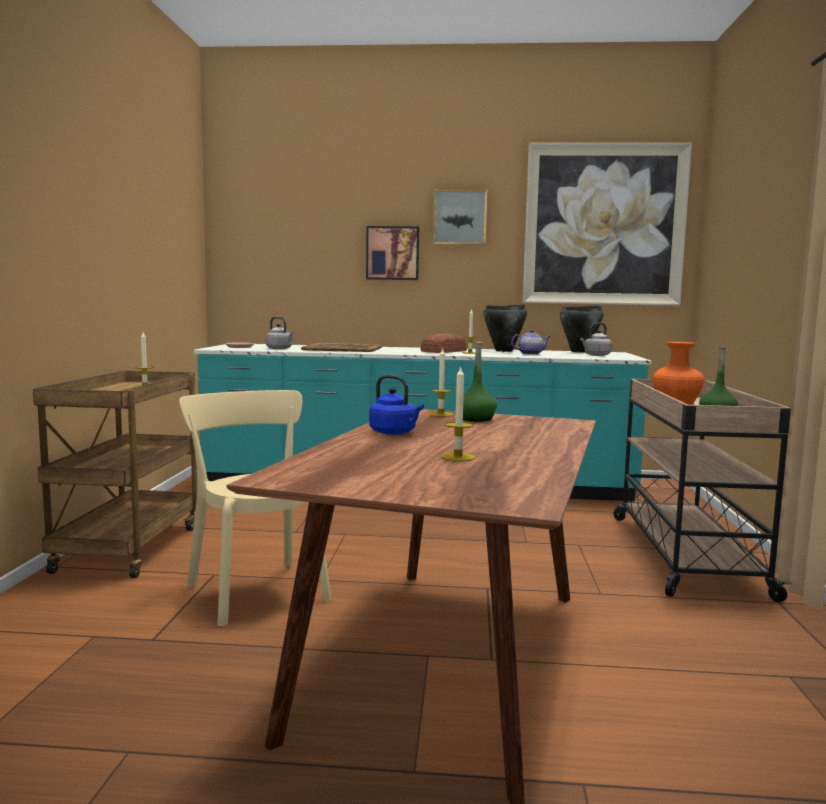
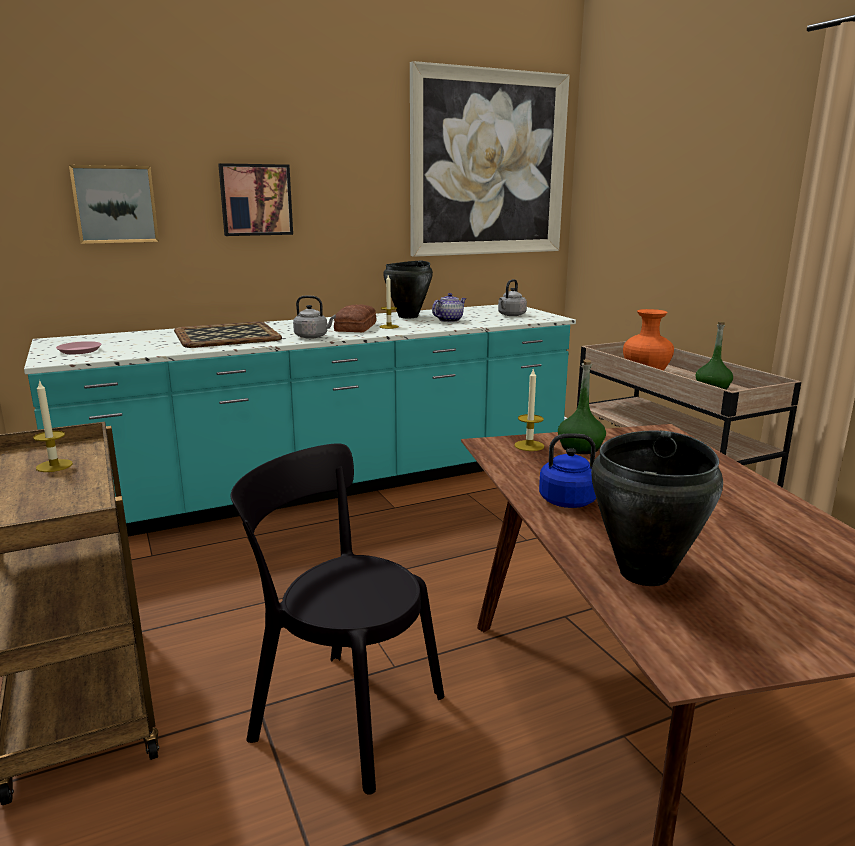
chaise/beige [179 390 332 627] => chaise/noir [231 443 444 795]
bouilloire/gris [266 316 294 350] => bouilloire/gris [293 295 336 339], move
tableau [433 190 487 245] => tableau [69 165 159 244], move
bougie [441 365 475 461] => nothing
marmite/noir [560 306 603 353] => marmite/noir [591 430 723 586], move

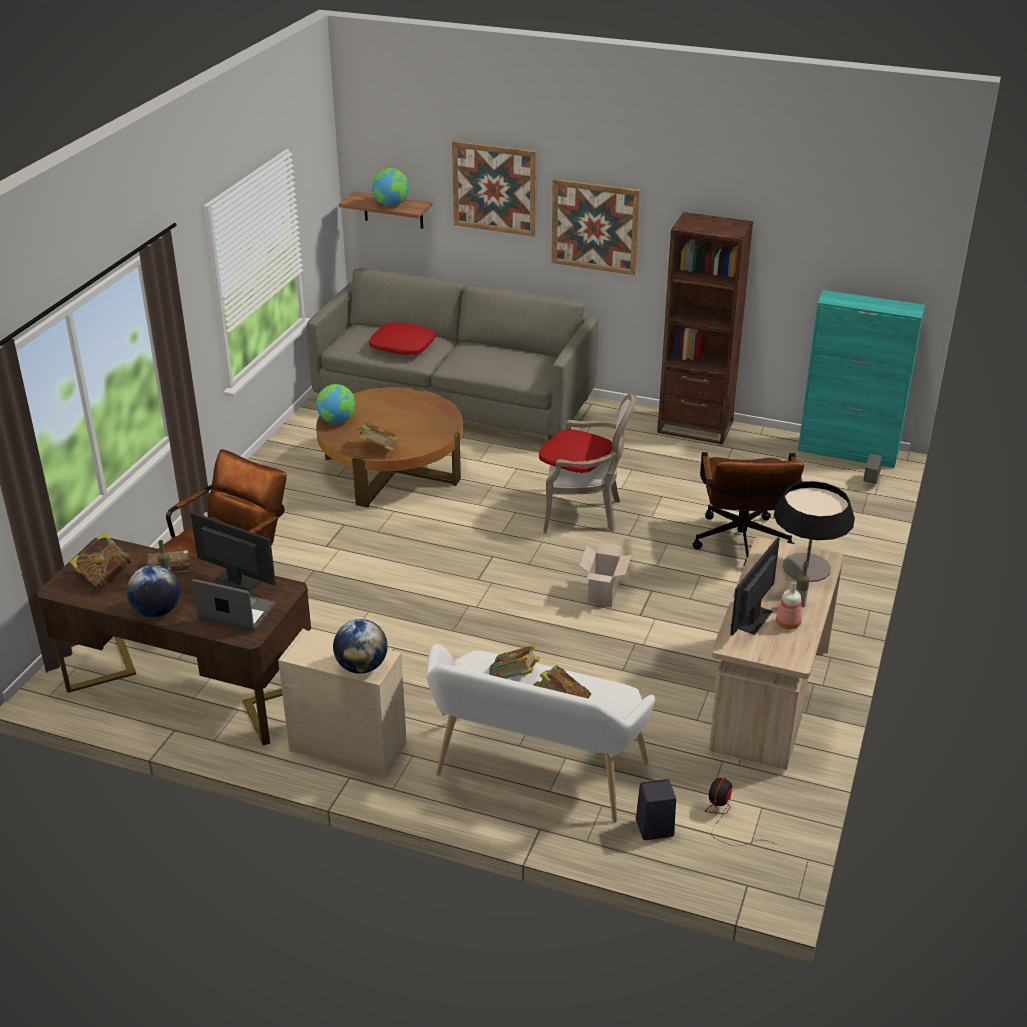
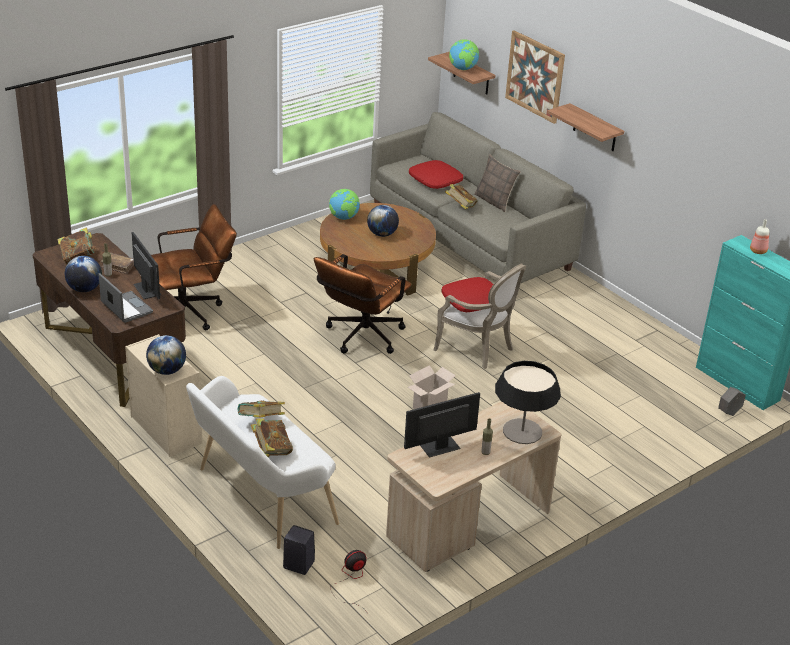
livre [357 422 397 451] => livre [445 184 478 209], move
tableau [551 179 640 275] => étagère [547 103 624 151]
bibliothèque/marron [657 212 753 445] => nothing
chaise de bureau/marron [692 452 804 566] => chaise de bureau/marron [314 254 411 354], move
bouteille [776 581 802 629] => bouteille [750 219 769 254], move
nothing => globe [367 205 399 237]
nothing => coussin [474 154 521 212]

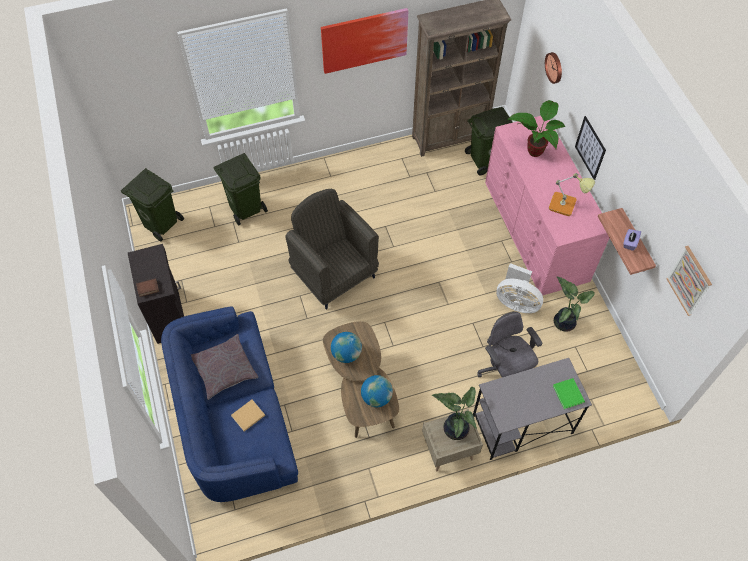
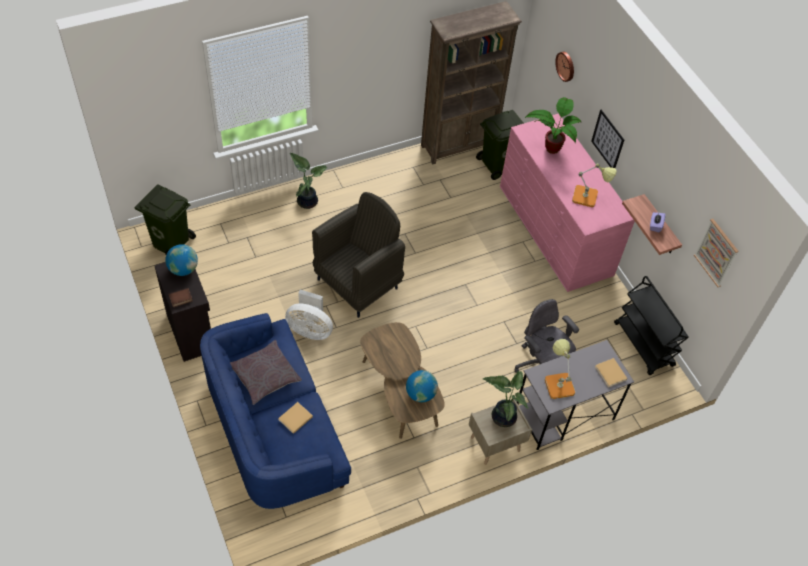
poubelle/vert [214 153 268 225] => nothing
fauteuil/gris [285 189 379 309] => fauteuil/gris [312 192 405 318], 90 degrees clockwise
tableau [321 8 408 74] => nothing
globe [331 332 362 363] => globe [166 244 198 276], move
ventilateur/blanc [496 263 543 313] => ventilateur/blanc [285 289 333 340], move
livre/vert [553 378 585 409] => livre/beige [595 358 627 387]
plante en pot [554 277 595 332] => plante en pot [289 153 327 209], move
nothing => lampe de table [545 339 575 399]
nothing => chariot/noir [614 276 689 375]

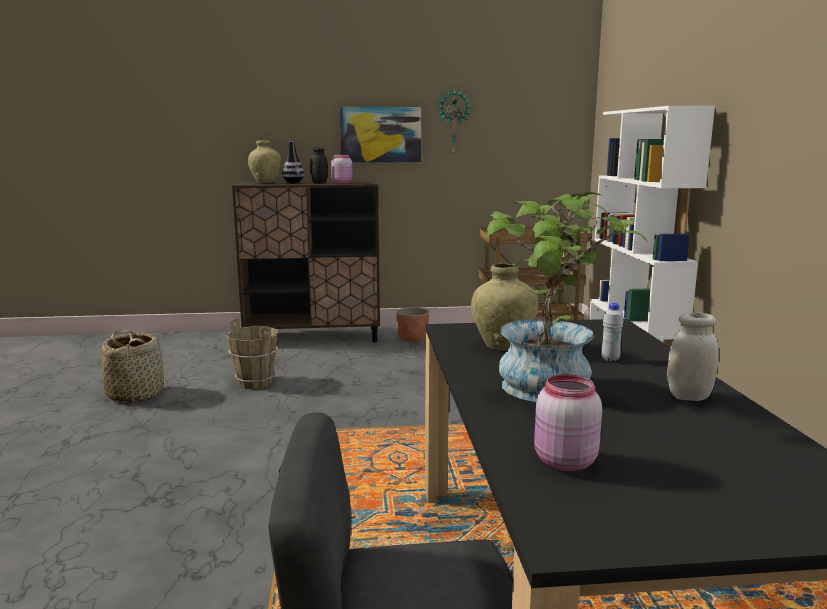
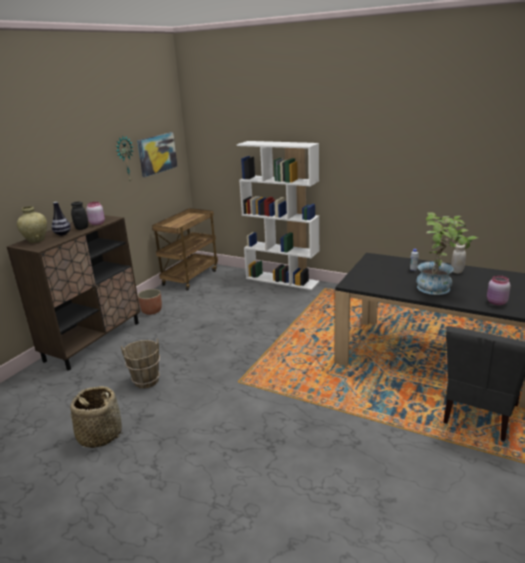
tableau [340 107 421 163] => tableau [137 132 177 177], move
vase/beige [471 263 538 351] => nothing

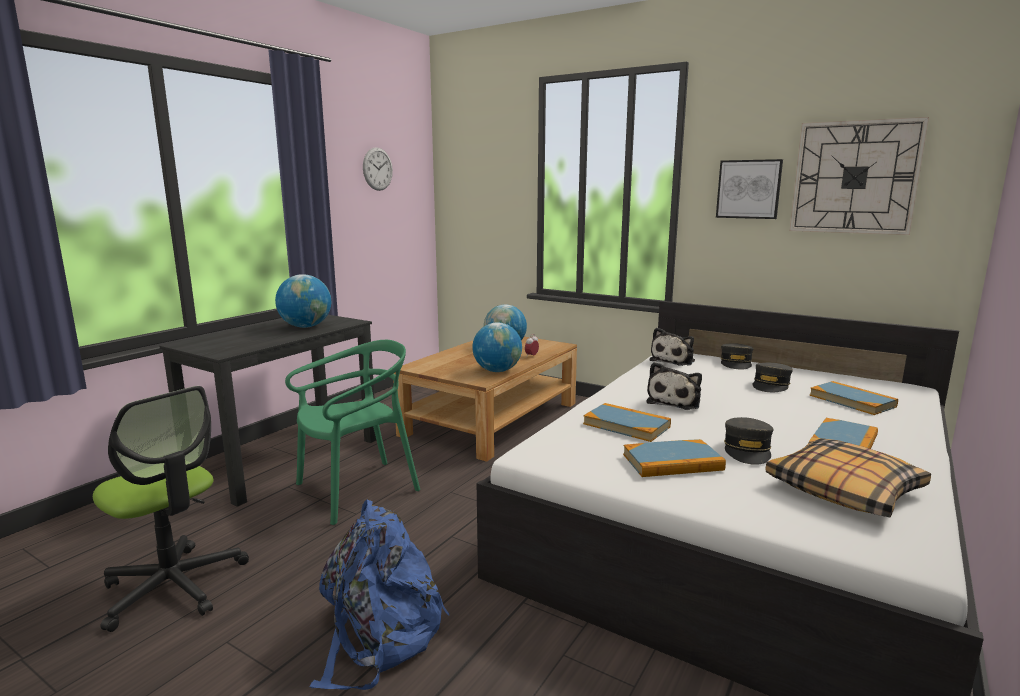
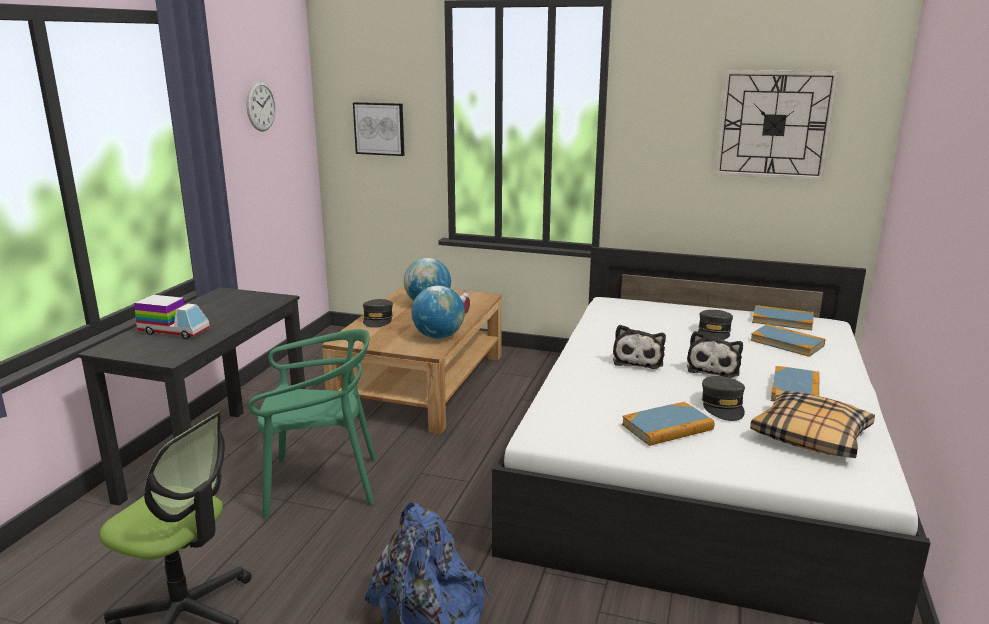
globe [275 274 331 328] => nothing
chaise/vert [285 340 420 525] => chaise/vert [248 329 377 518], 45 degrees clockwise
livre [583 403 671 442] => livre [752 305 814 330], move
peluche [649 328 695 366] => peluche [687 331 743 378], move
tableau [716 159 783 219] => tableau [353 102 405 156], move
casquette/gris [721 343 753 369] => casquette/gris [363 299 393 328], move
nothing => camion jouet [134 295 210 339]

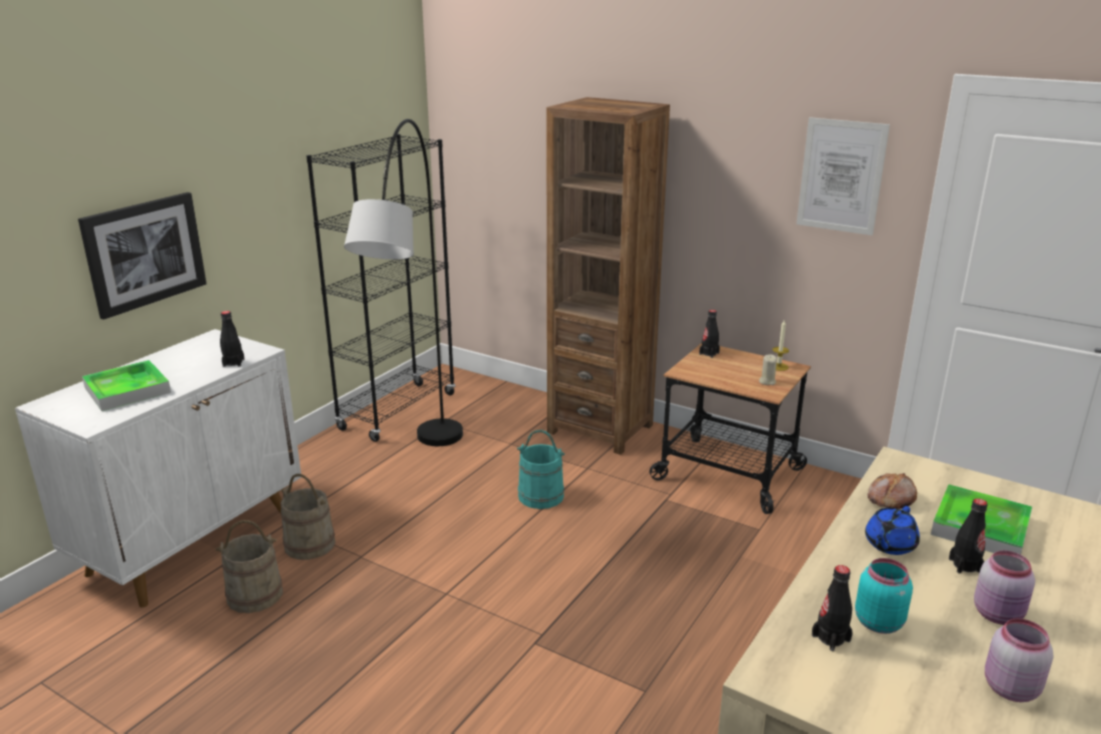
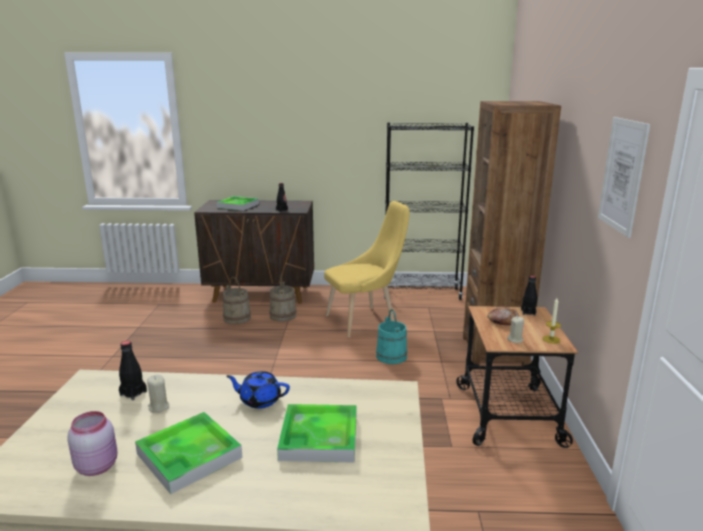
meuble de rangement/blanc [15 329 301 607] => meuble de rangement/marron [194 200 314 304]
tableau [78 192 206 320] => nothing
lampadaire/gris [344 119 463 446] => chaise/jaune [324 201 410 338]
bocal/turquoise [855 558 913 634] => bougie/beige [147 374 169 413]
pain [867 473 917 509] => pain [487 306 519 325], move
bouteille/noir [949 498 988 574] => nothing
bocal/rose [974 550 1035 625] => plateau [135 412 243 494]

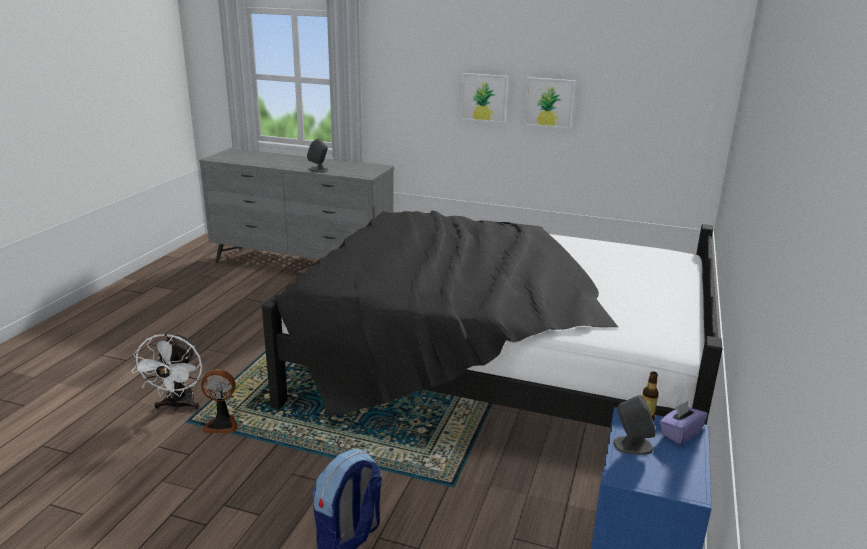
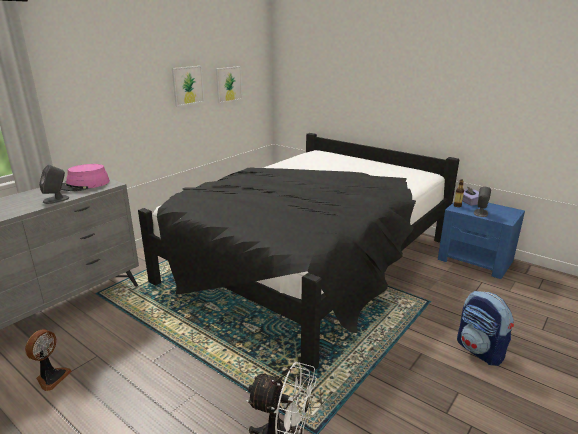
ventilateur [201 369 237 433] => ventilateur [25 329 72 391], move
tableau [461 73 508 123] => tableau [216 66 242 103], move
nothing => chapeau/rose [61 164 110 191]

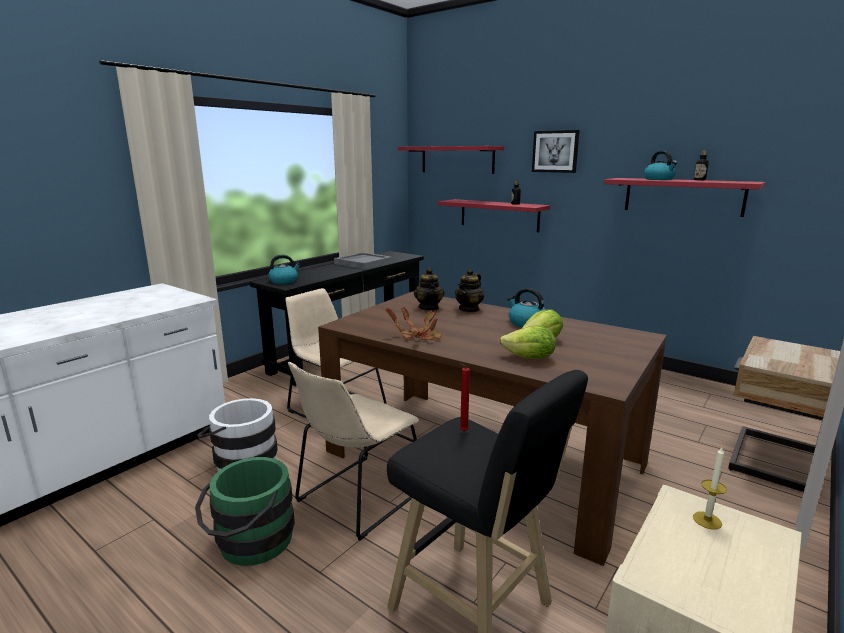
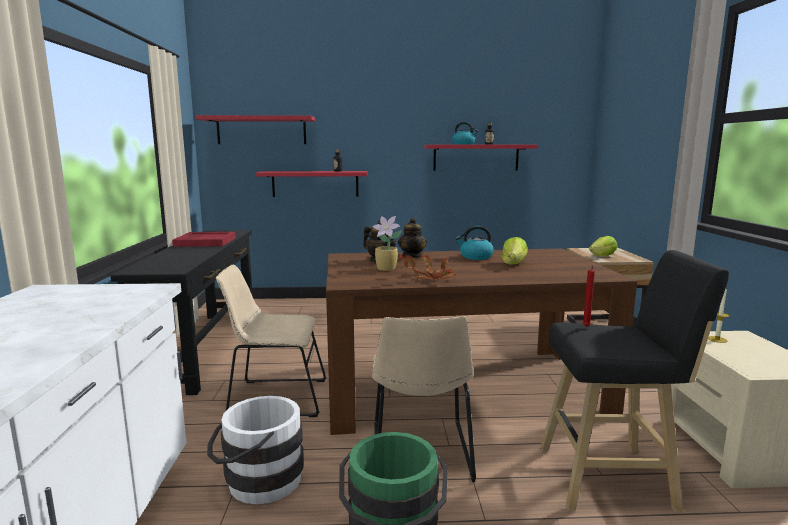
bouilloire [268 255 301 284] => nothing
plateau/gris [334 252 392 269] => plateau/rouge [172 232 236 247]
laitue [500 326 556 359] => laitue [589 236 617 256], move
tableau [532 130 580 173] => nothing
nothing => plante en pot [372 216 402 271]

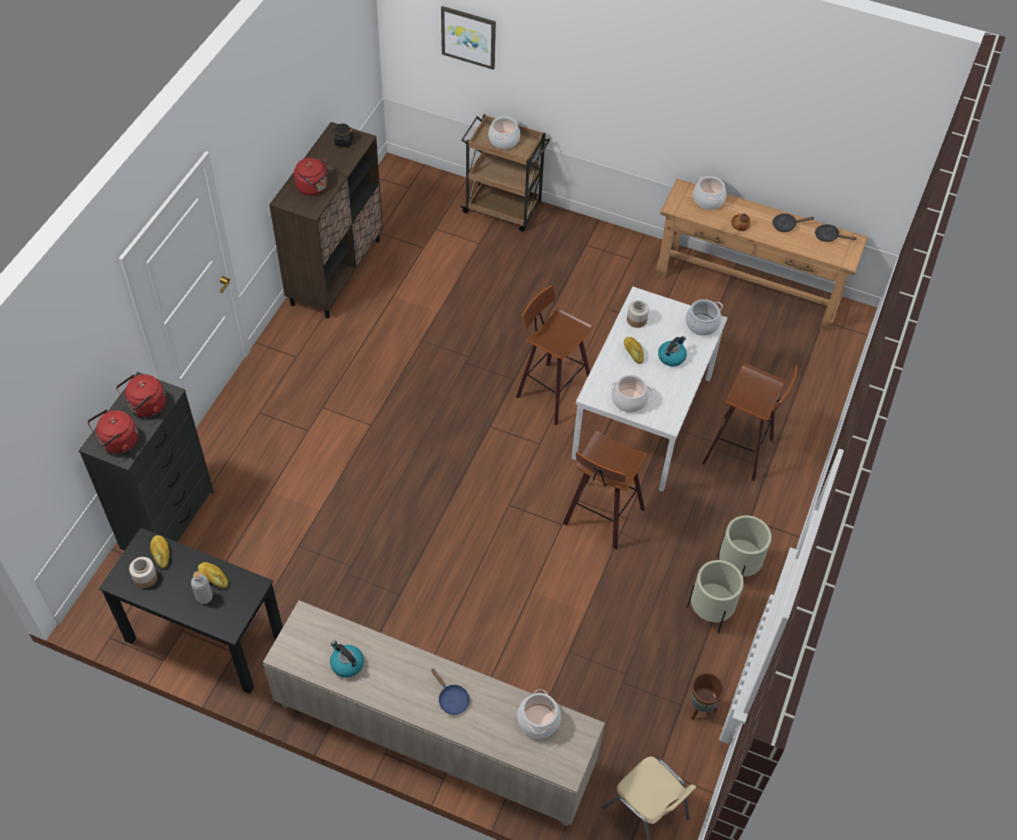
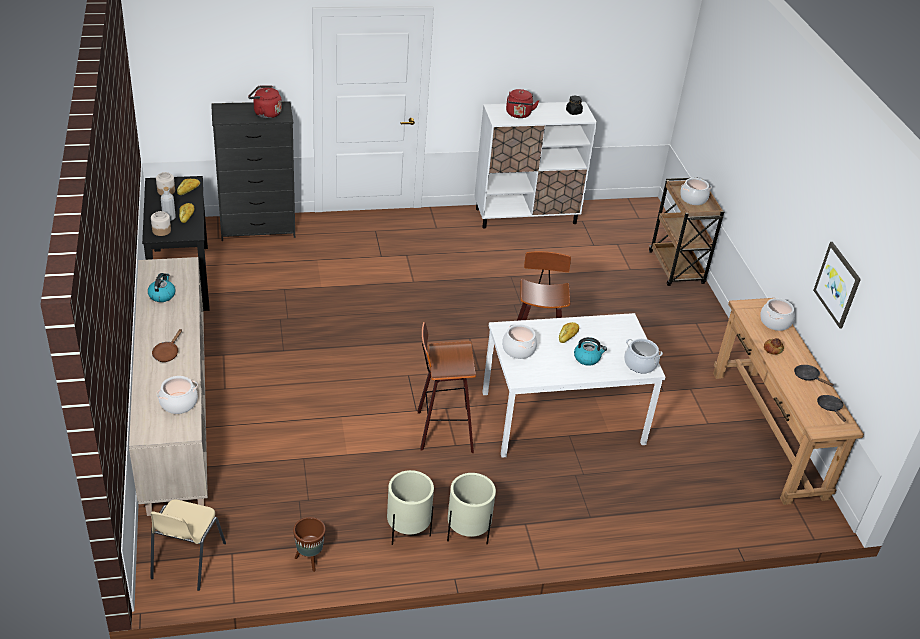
bouilloire/rouge [88 410 138 454] => nothing
meuble de rangement/marron [269 122 383 319] => meuble de rangement/blanc [474 102 597 229]
poêle/bleu [431 668 470 715] => poêle/marron [152 329 182 362]
tableau [441 6 496 70] => tableau [813 242 861 329], move
bocal [627 300 649 328] => bocal [151 211 171 236], move
tabouret [702 364 798 481] => nothing

